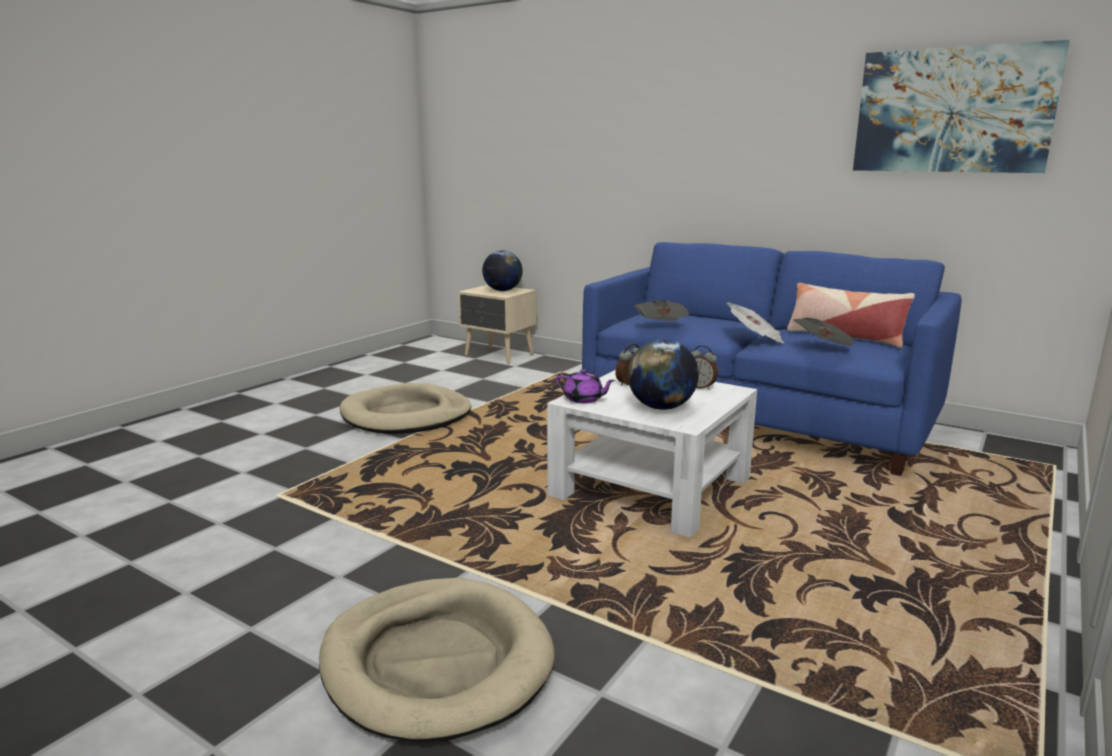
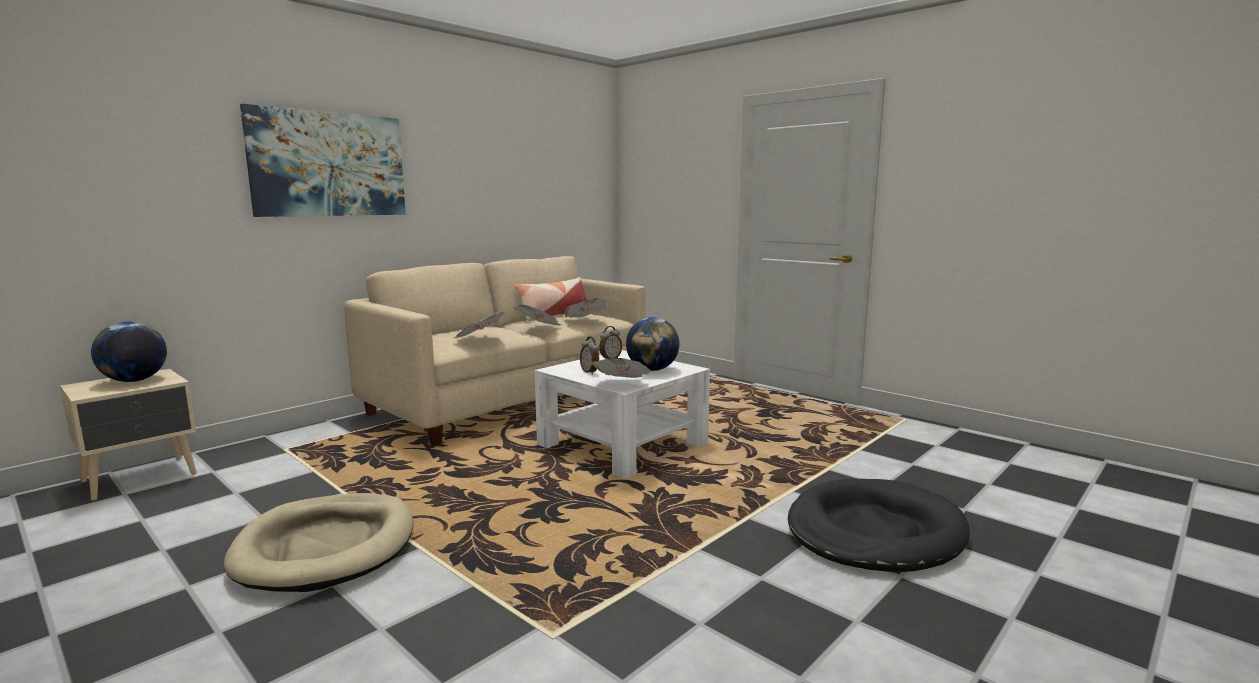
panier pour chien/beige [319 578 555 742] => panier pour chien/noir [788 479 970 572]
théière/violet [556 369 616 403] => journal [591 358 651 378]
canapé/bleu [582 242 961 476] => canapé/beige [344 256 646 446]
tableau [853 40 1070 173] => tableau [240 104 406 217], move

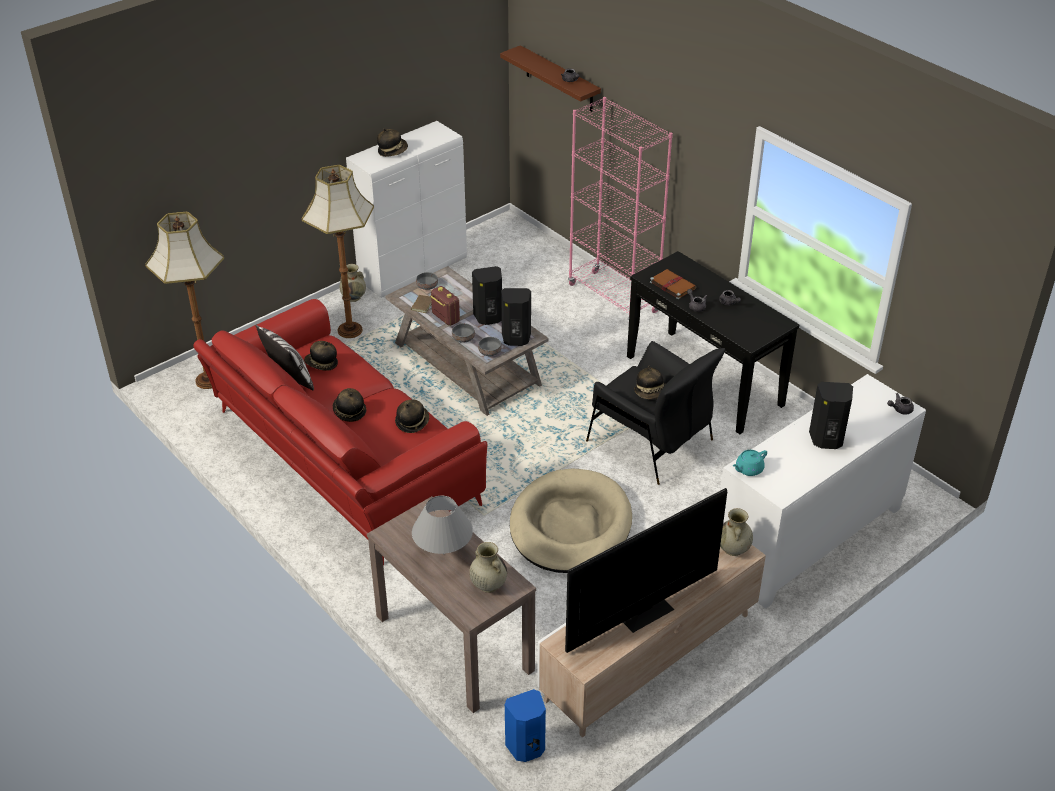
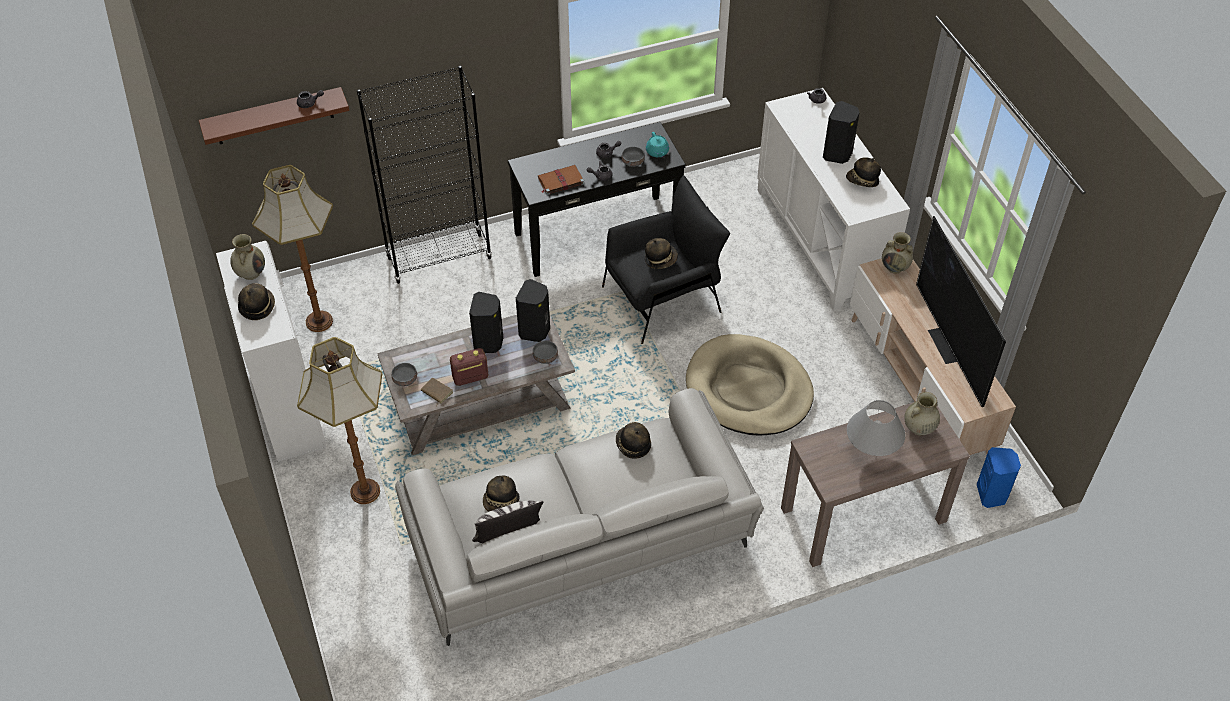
lampadaire [145 212 224 389] => lampadaire [252 165 333 332], move
canapé/rouge [194 299 487 565] => canapé/gris [395 388 764 646]
chapeau [333 388 366 422] => chapeau [846 158 881 187], move
vase/beige [340 264 366 302] => vase/beige [230 234 265 280], move
bol/gris [452 323 475 343] => bol/gris [622 146 645 167], move
bibliothèque/rose [568 97 673 320] => bibliothèque/noir [357 66 492 284]
théière/turquoise [733 450 767 476] => théière/turquoise [646 132 669 157], move

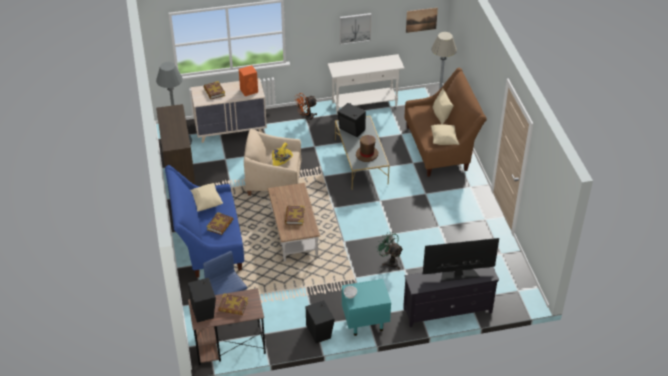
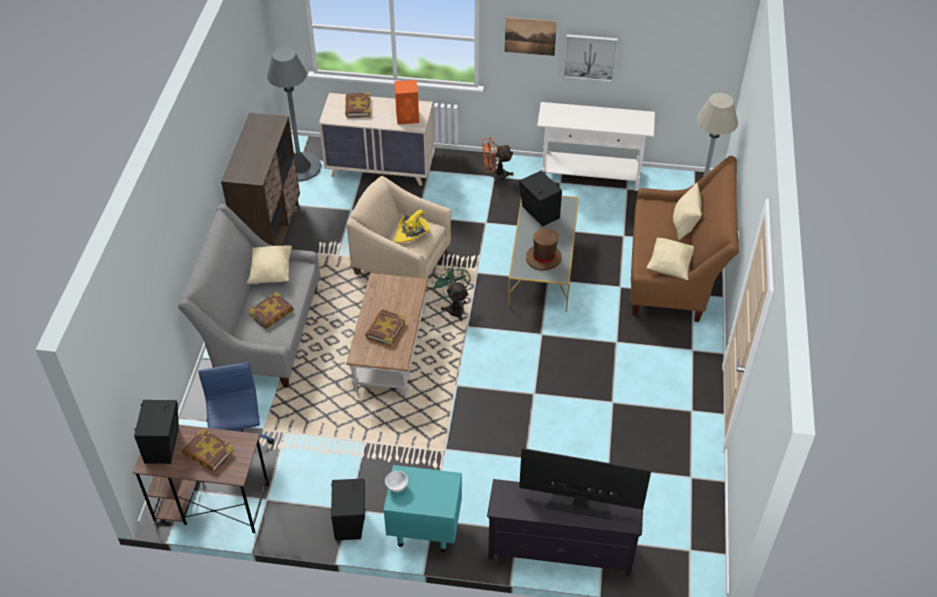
canapé/bleu [165 165 244 278] => canapé/gris [178 204 320 388]
ventilateur/vert [376 232 403 270] => ventilateur/vert [432 265 471 321], move
tableau [406 8 438 33] => tableau [505 17 557 56], move

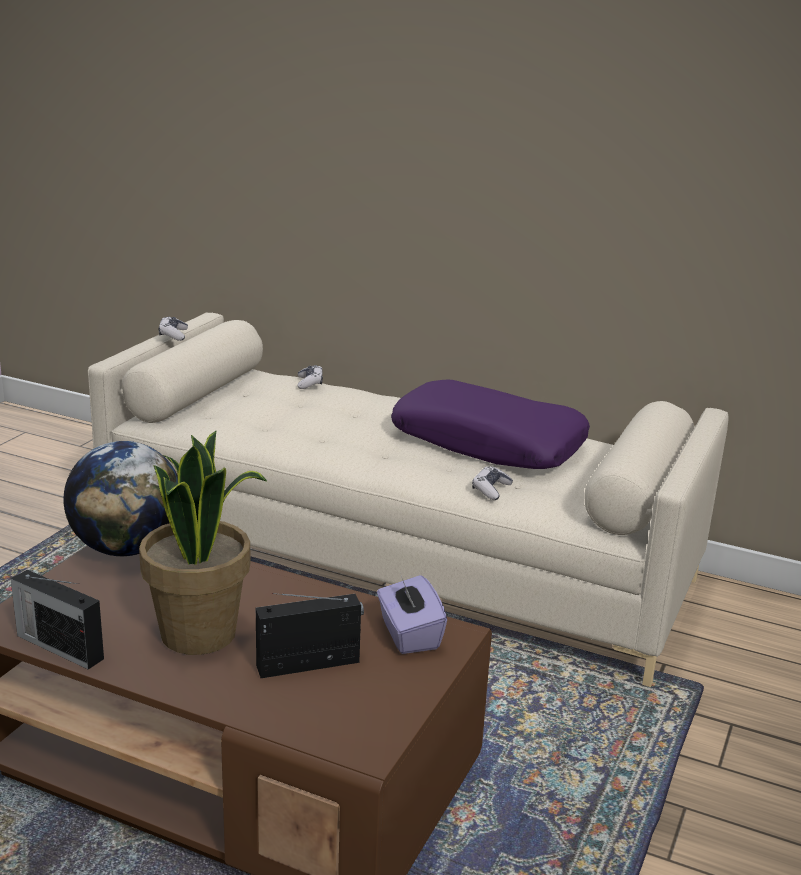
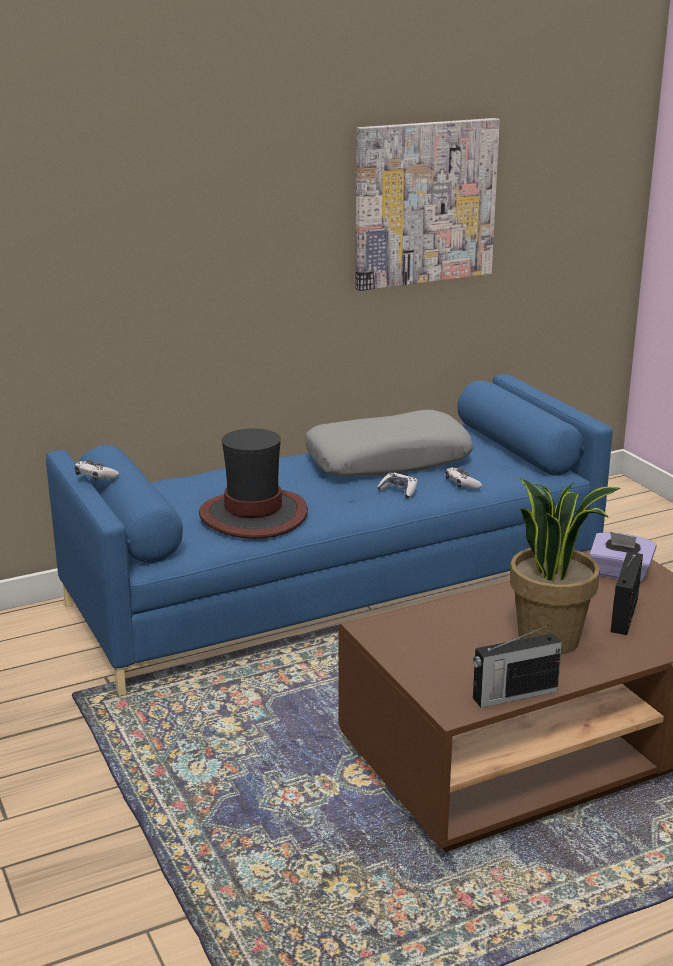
globe [63 441 178 556] => nothing
canapé/beige [88 313 728 687] => canapé/bleu [46 374 613 696]
manette [298 365 323 389] => manette [377 473 418 498], move
coussin/violet [391 380 590 469] => coussin/gris [305 410 473 476]
nothing => chapeau [199 428 308 539]
nothing => tableau [355 118 500 291]

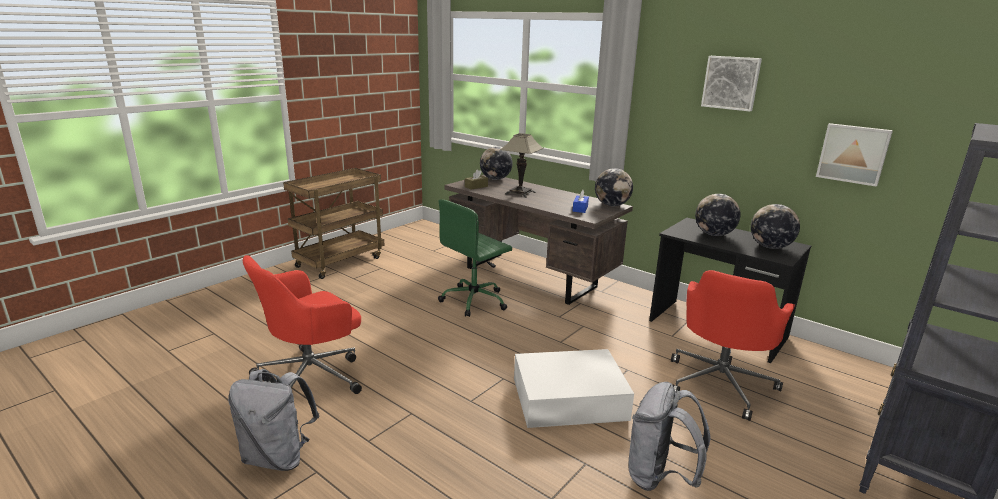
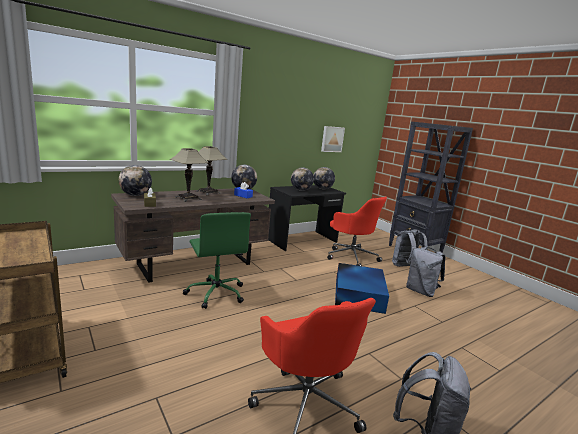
boîte de rangement/blanc [514 349 634 428] => boîte de rangement/bleu [335 263 389 314]
tableau [701 56 762 111] => nothing
nothing => lampe de table [196 146 228 196]
nothing => sac à dos/gris [392 229 428 267]

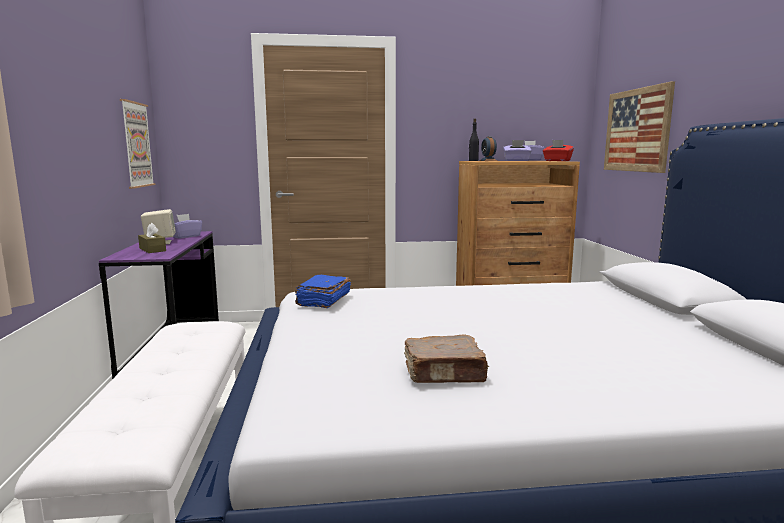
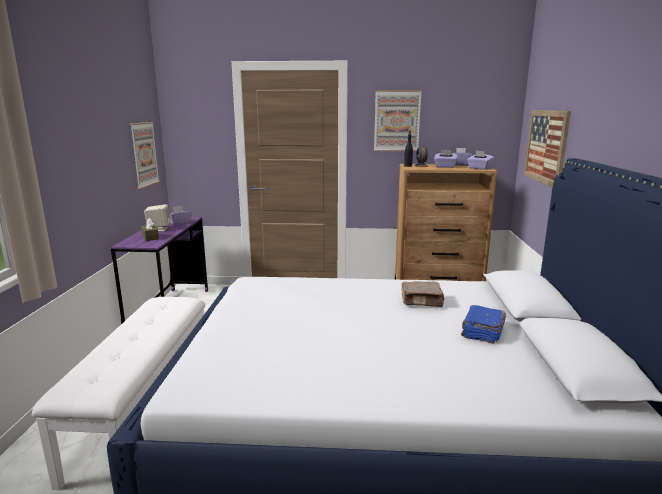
livre/bleu [295 275 351 308] => livre/bleu [461 305 506 344], move
livre/marron [404 334 489 383] => livre/marron [401 281 444 307], move
boîte à mouchoirs/rouge [543 140 574 161] => boîte à mouchoirs/violet [467 151 494 170]
nothing => tableau [374 90 422 151]

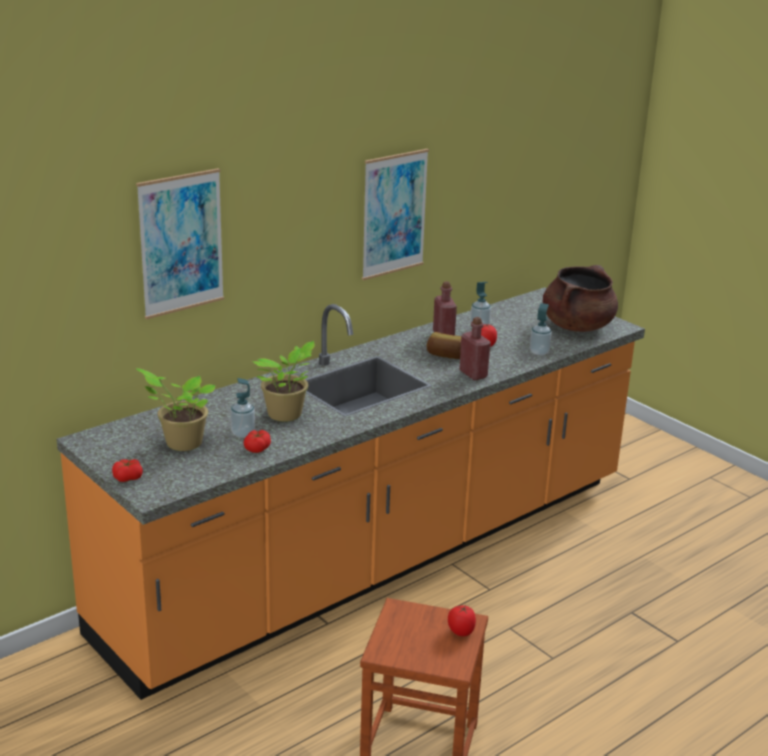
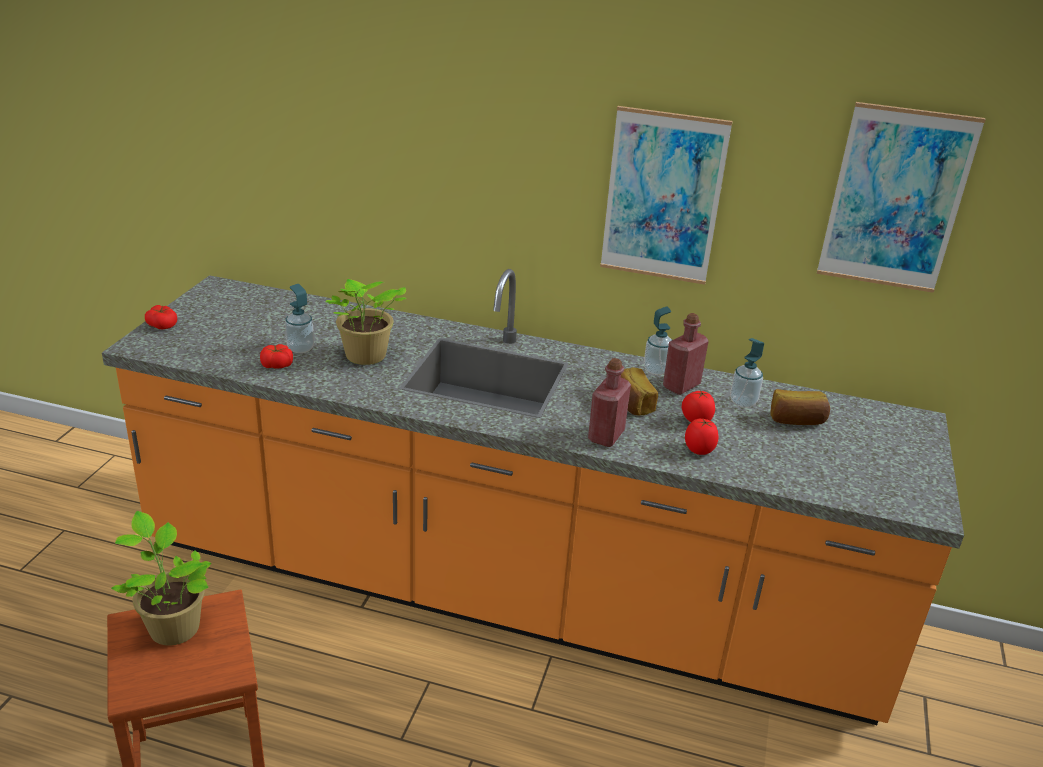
tableau [136 168 224 319] => tableau [817 102 986 293], move
plante en pot [136 368 216 451] => plante en pot [111 511 212 645], move
tomate [448 605 476 636] => tomate [685 419 718 455], move
distributeur de savon [530 303 552 356] => distributeur de savon [644 307 672 375], move
marmite/marron [543 265 618 332] => nothing
nothing => pain [770 389 830 425]

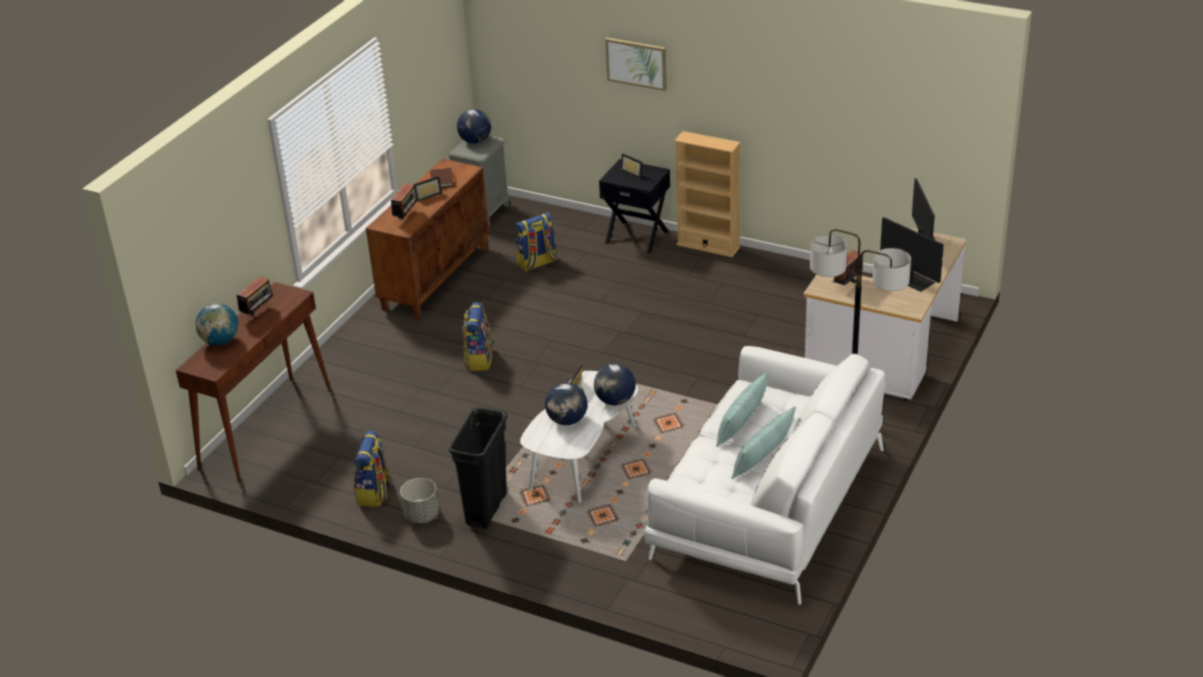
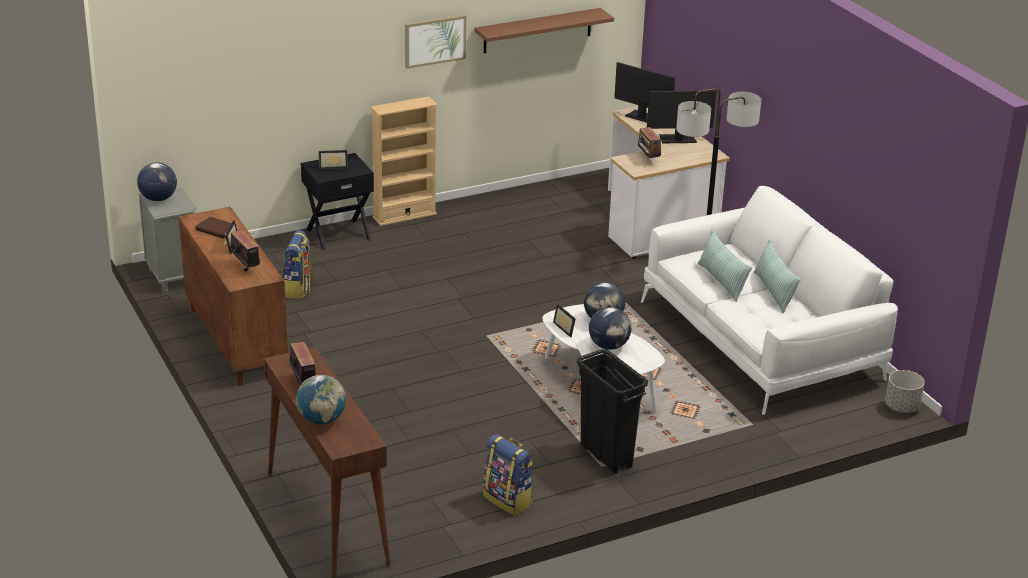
cache-pot/gris [400 478 439 523] => cache-pot/gris [885 370 925 413], move
sac à dos [462 302 493 371] => nothing
tableau [605 38 667 91] => tableau [405 15 466 69], move
nothing => étagère/marron [474 8 614 53]

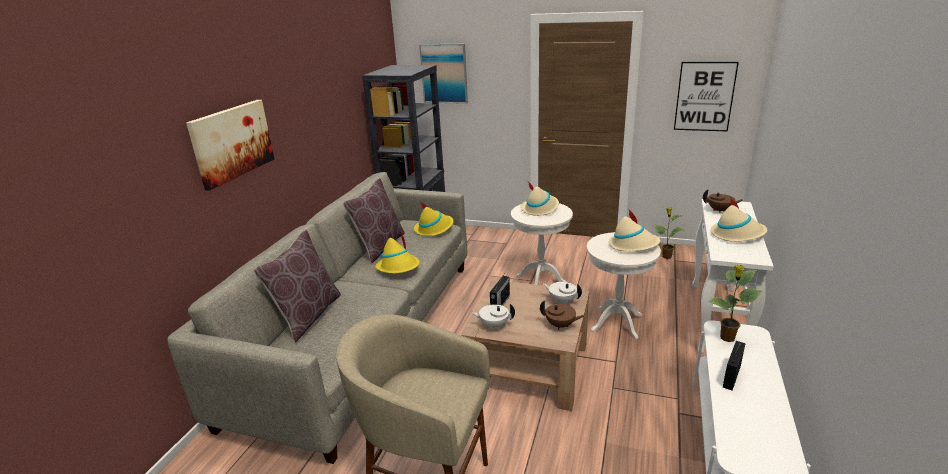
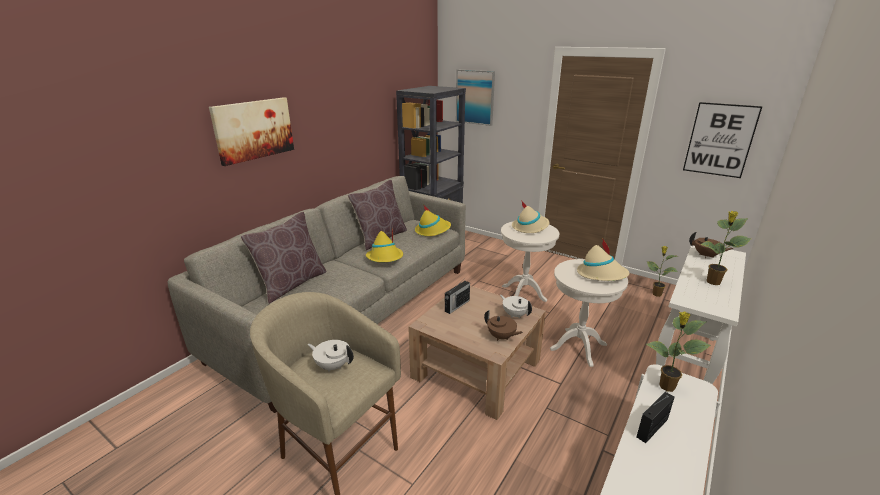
théière/blanc [471 304 515 329] => théière/blanc [308 340 354 372], move
chapeau/beige [711 197 767 242] => plante en pot [700 211 751 285]

